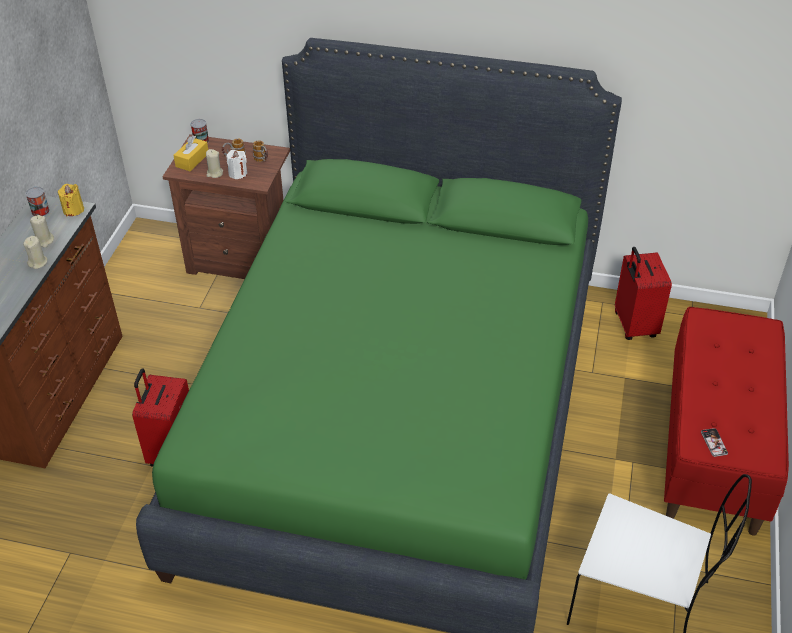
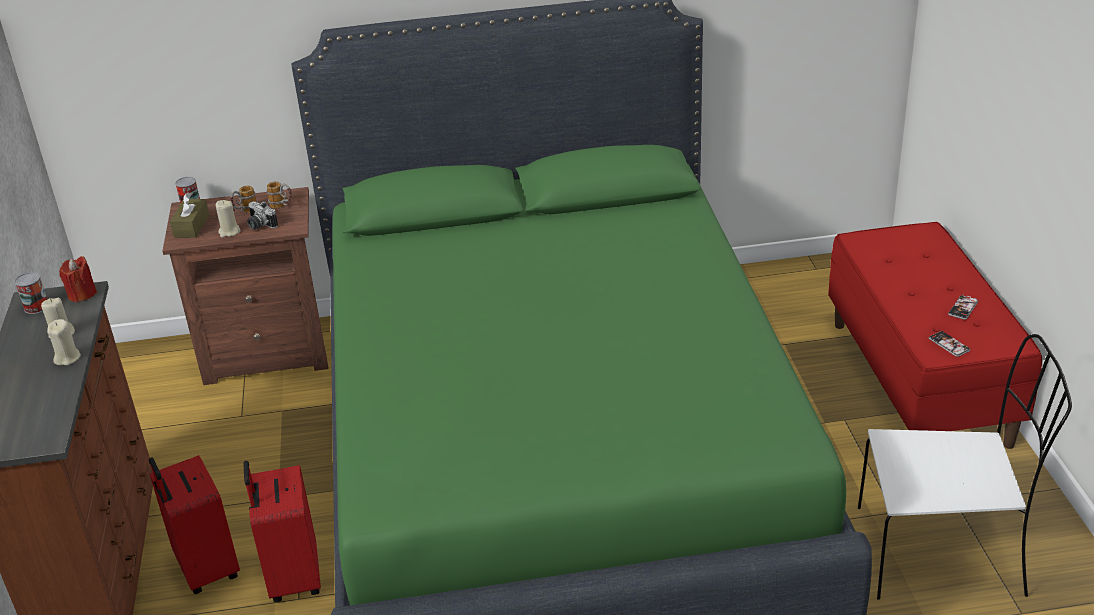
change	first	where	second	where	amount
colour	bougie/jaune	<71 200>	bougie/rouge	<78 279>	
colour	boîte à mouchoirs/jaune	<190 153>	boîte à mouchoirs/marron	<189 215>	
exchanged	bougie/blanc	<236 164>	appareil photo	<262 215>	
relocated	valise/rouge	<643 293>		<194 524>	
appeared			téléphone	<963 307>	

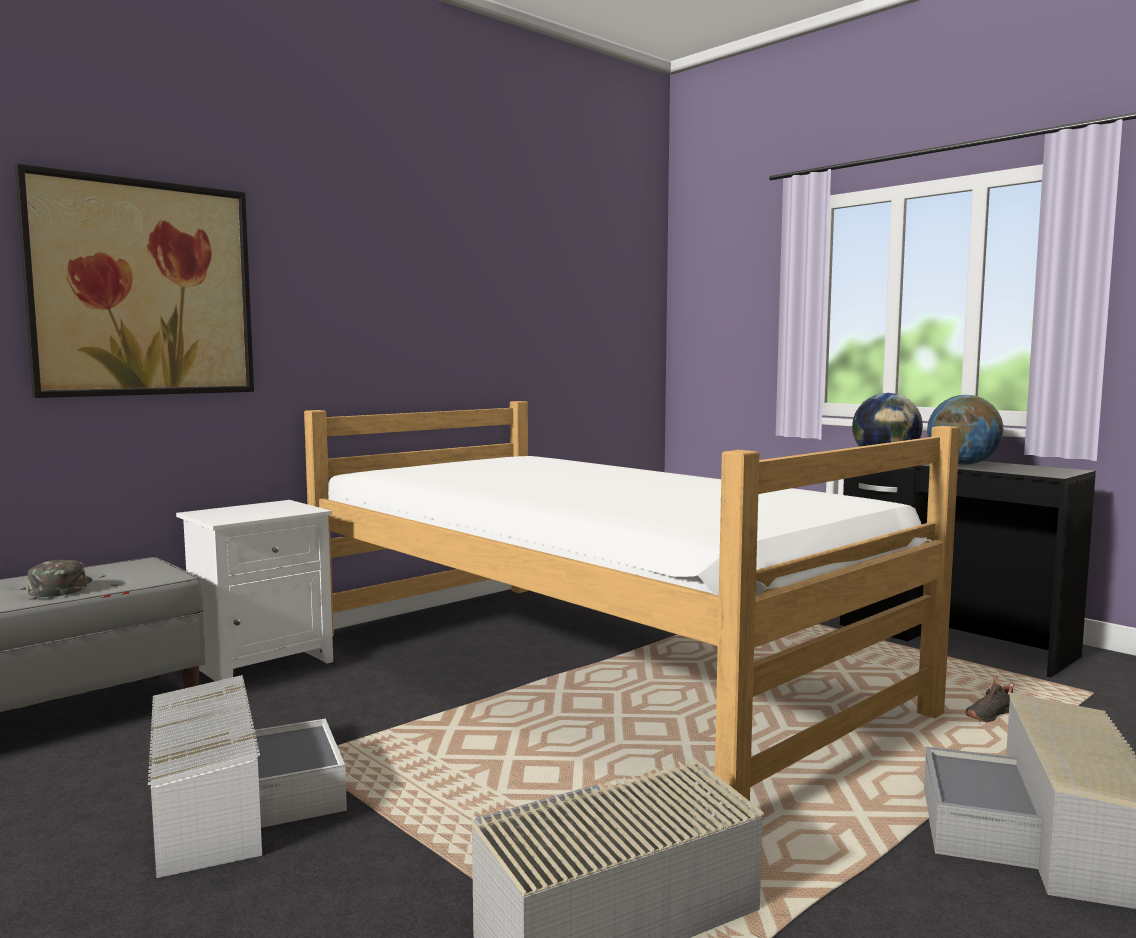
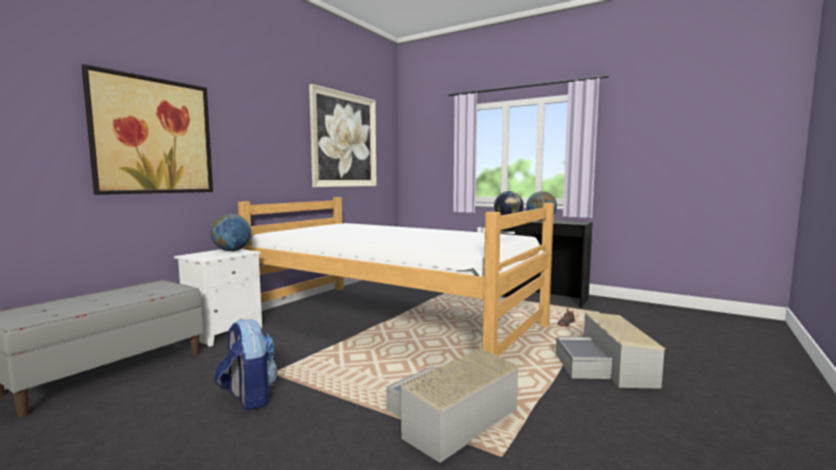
change	first	where	second	where	amount
missing	casquette/vert	<60 578>			
exchanged	boîte de rangement/blanc	<247 776>	sac à dos	<245 364>	
appeared			globe	<230 232>	
appeared			tableau	<342 135>	

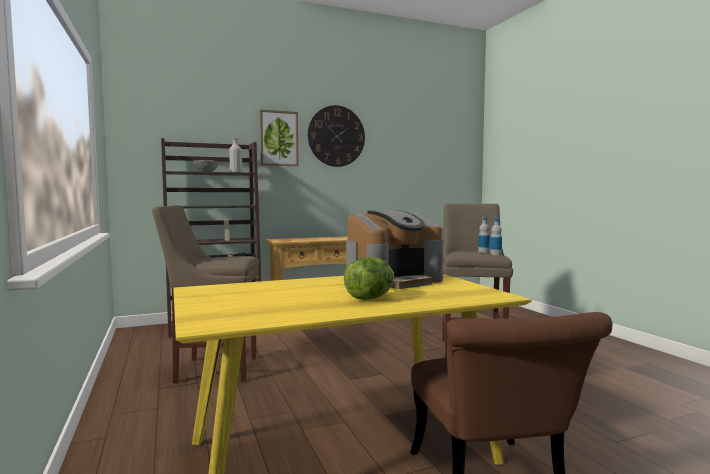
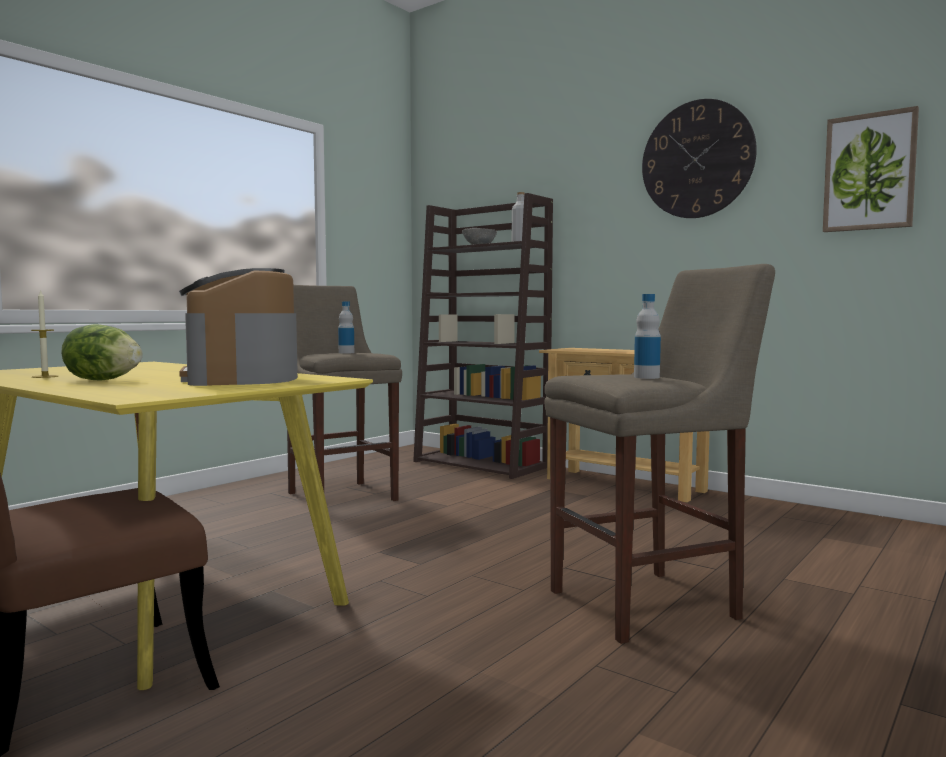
change	first	where	second	where	amount
relocated	tableau	<279 137>		<871 169>	
spun	machine à café	<395 249>		<238 327>	45 degrees clockwise
relocated	bouteille	<496 236>		<346 327>	
appeared			bougie	<44 334>	

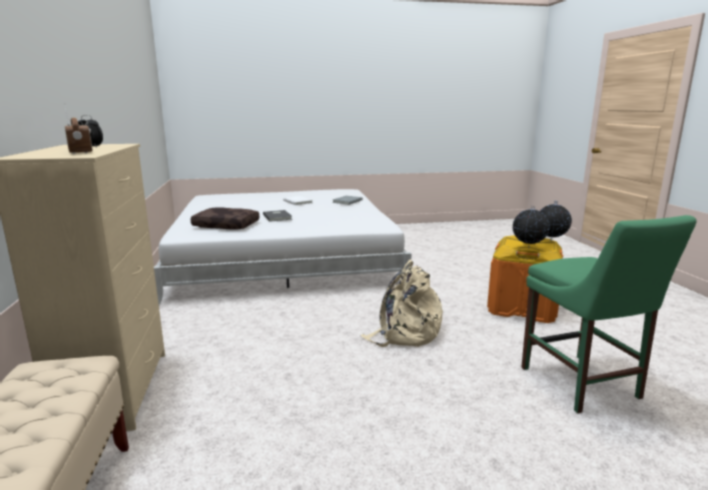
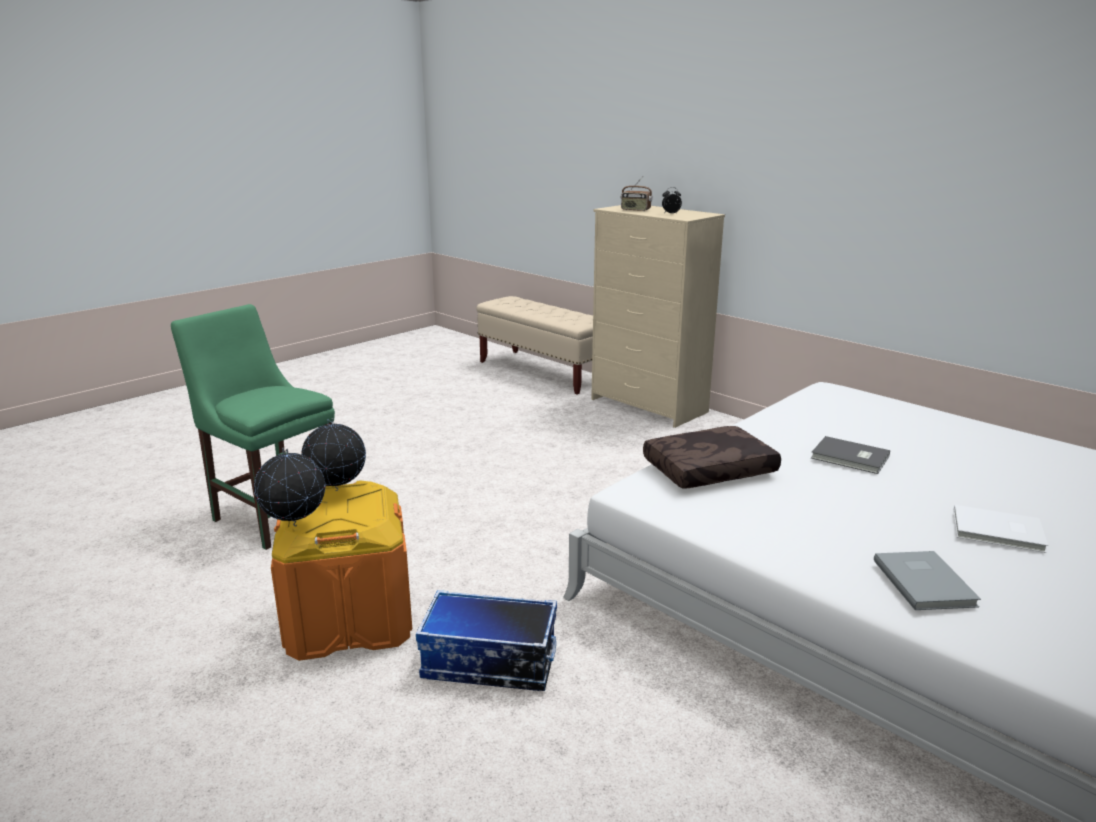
change	first	where	second	where	amount
relocated	coussin/marron	<225 218>		<712 457>	
missing	sac à dos/beige	<401 303>			
appeared			boîte de rangement	<486 640>	

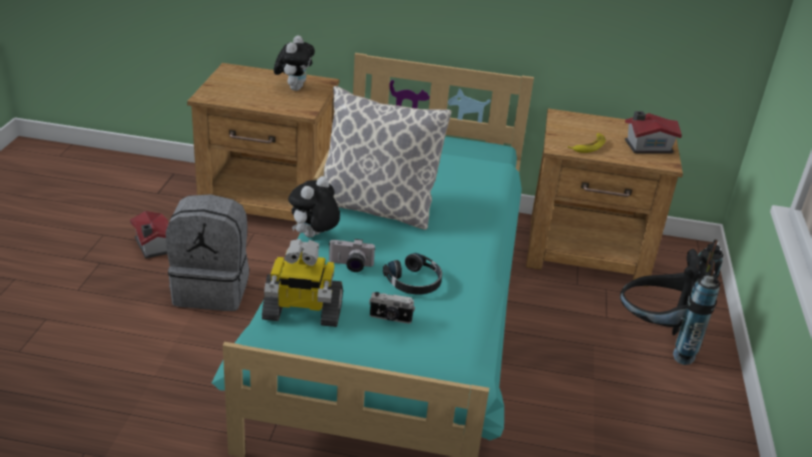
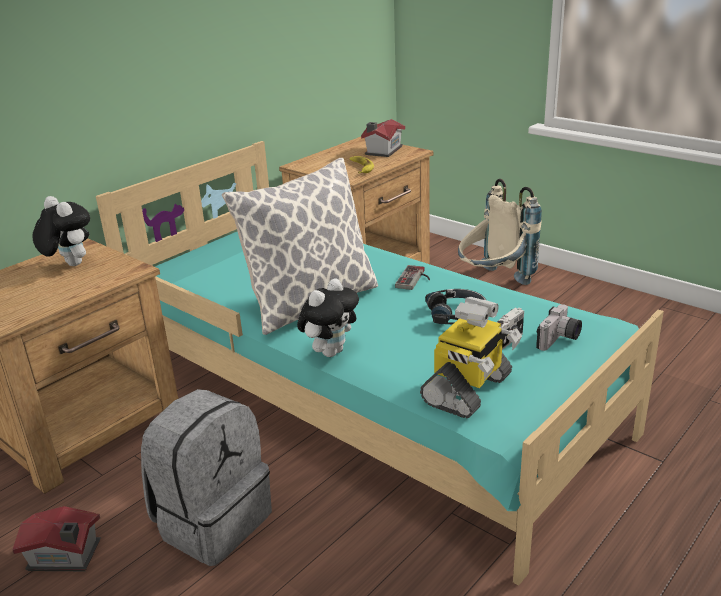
change	first	where	second	where	amount
spun	peluche	<314 207>		<328 317>	120 degrees counterclockwise
relocated	appareil photo	<352 255>		<559 327>	
colour	sac à dos/noir	<671 302>	sac à dos/beige	<500 232>	
appeared			manette	<412 277>	

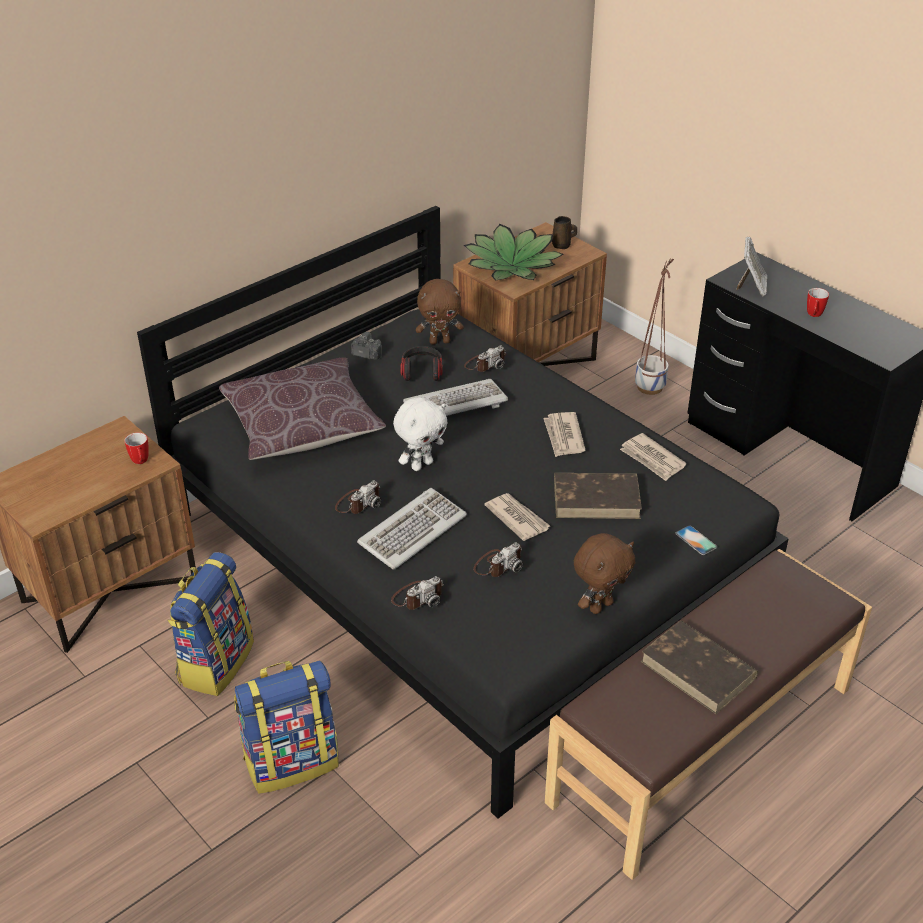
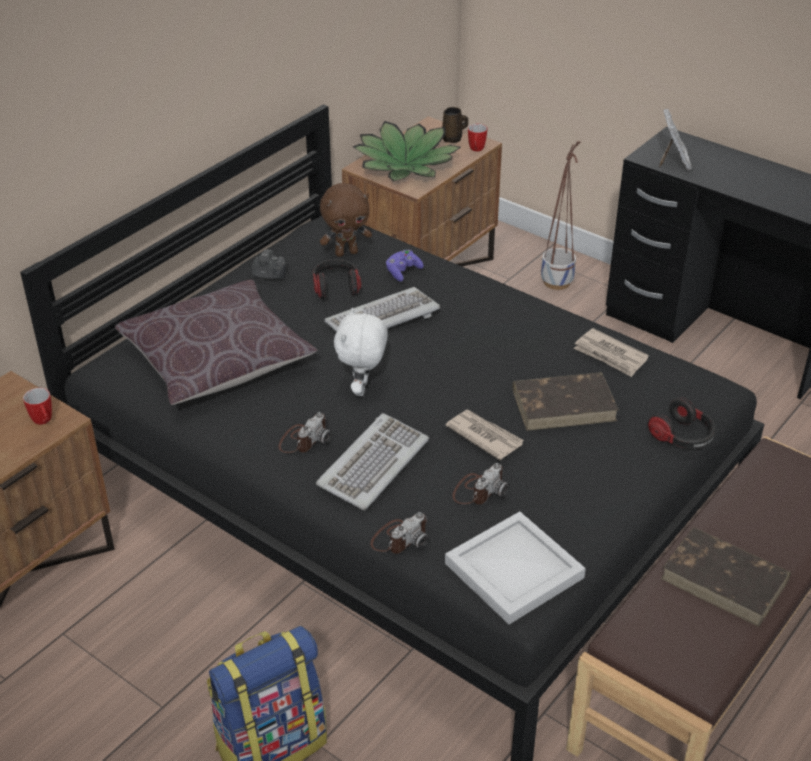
change	first	where	second	where	amount
missing	sac à dos	<211 624>			
spun	peluche/blanc	<420 434>		<361 351>	150 degrees clockwise
exchanged	appareil photo	<485 358>	manette/violet	<405 266>	
missing	journal	<564 434>			
missing	peluche/marron	<605 573>			
exchanged	téléphone	<696 540>	casque audio	<682 423>	
relocated	mug	<818 302>		<477 138>	
appeared			plateau/blanc	<515 567>	

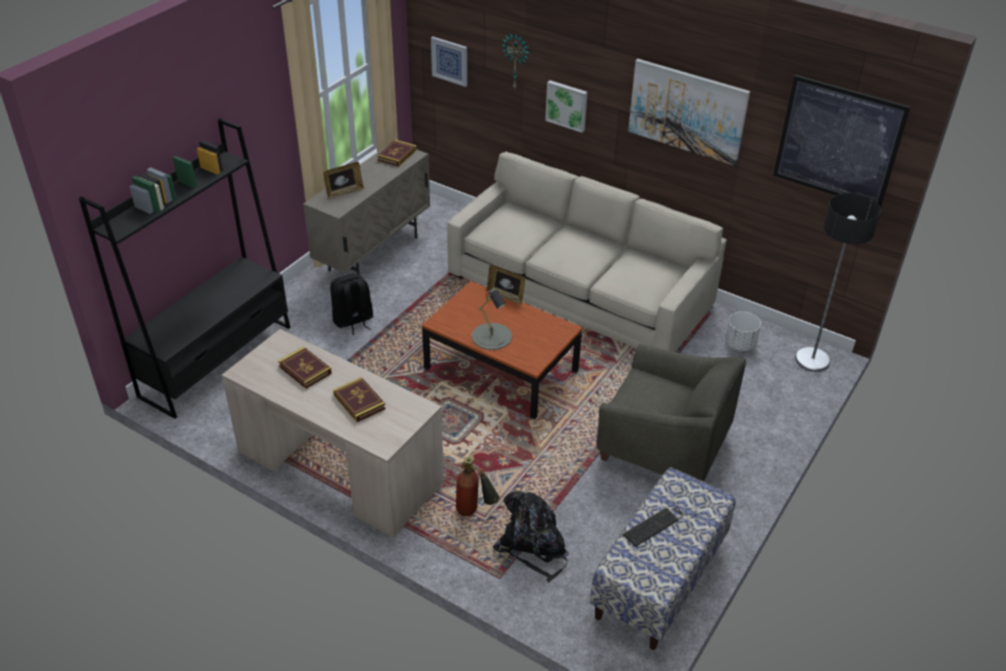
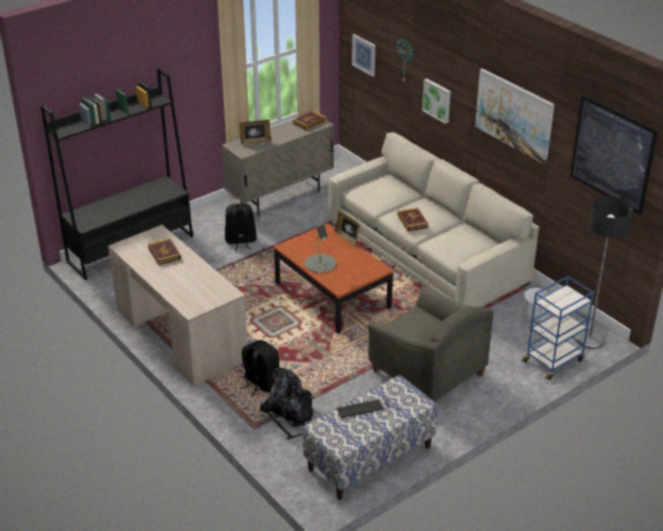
change	first	where	second	where	amount
relocated	livre	<359 399>		<412 219>	
exchanged	extincteur	<478 486>	sac à dos/noir	<260 368>	
appeared			chariot/bleu	<557 328>	

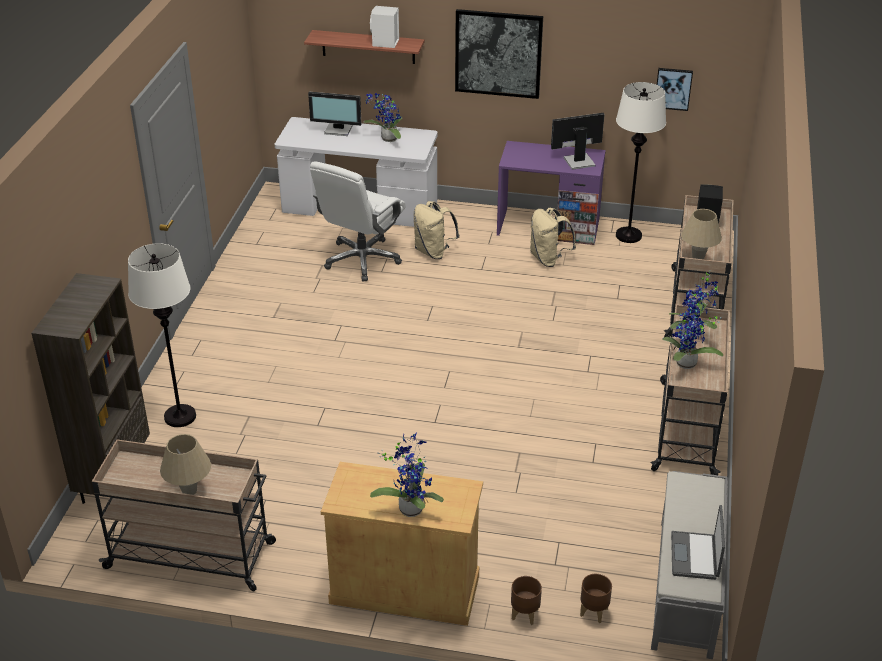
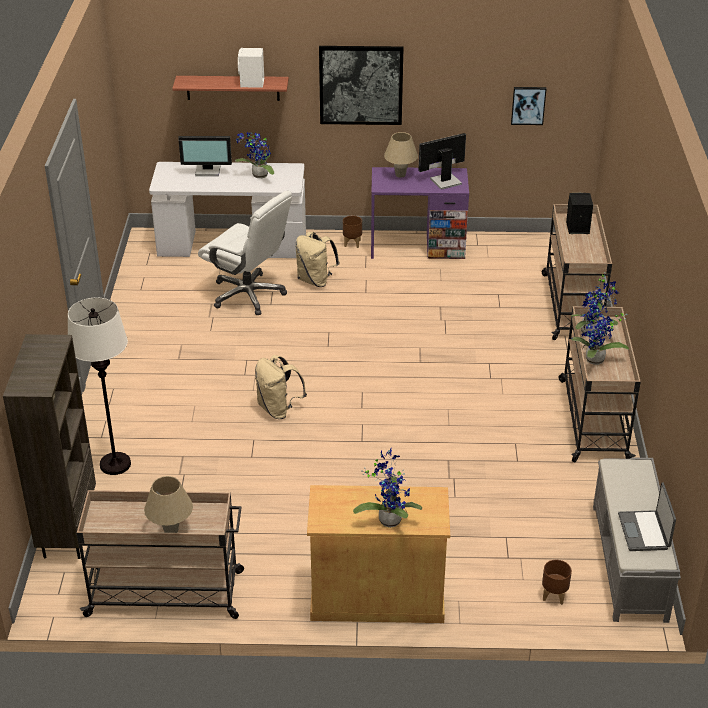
change	first	where	second	where	amount
spun	chaise de bureau/blanc	<358 221>		<245 253>	75 degrees counterclockwise
relocated	cache-pot/marron	<526 600>		<352 232>	
relocated	sac à dos/beige	<553 237>		<281 387>	
missing	lampadaire/blanc	<641 162>			
relocated	lampe de table/beige	<701 234>		<401 155>	

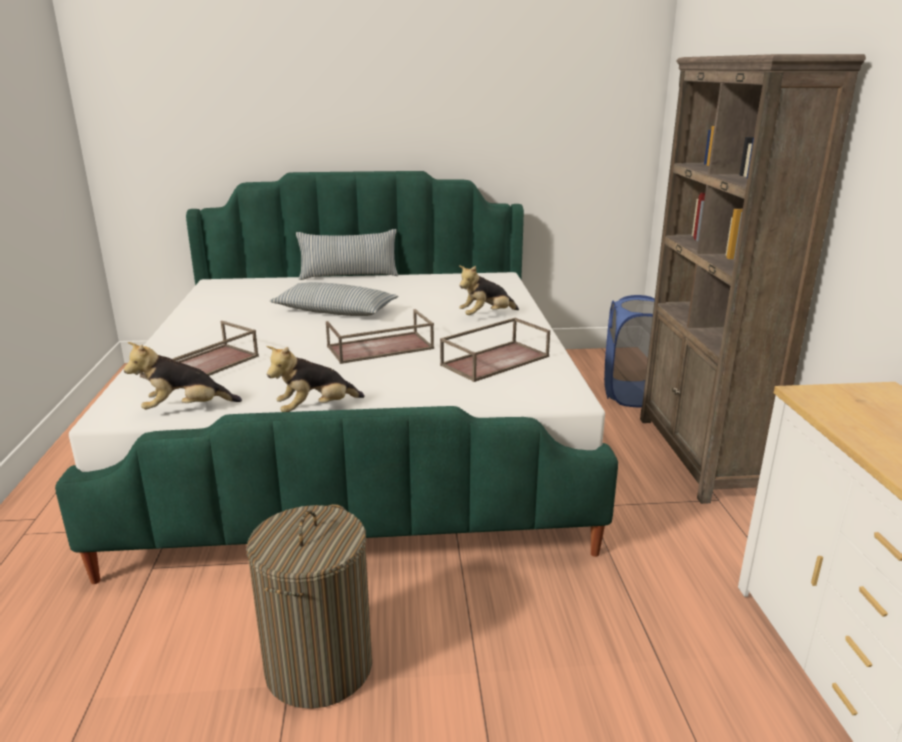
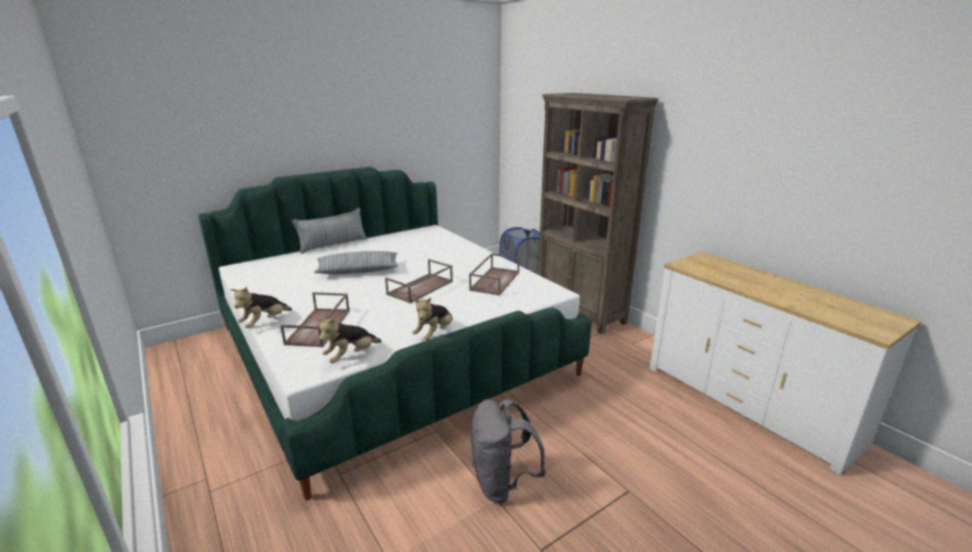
change	first	where	second	where	amount
exchanged	panier à linge	<309 606>	sac à dos/gris	<508 451>	
relocated	peluche	<489 290>		<261 307>	

